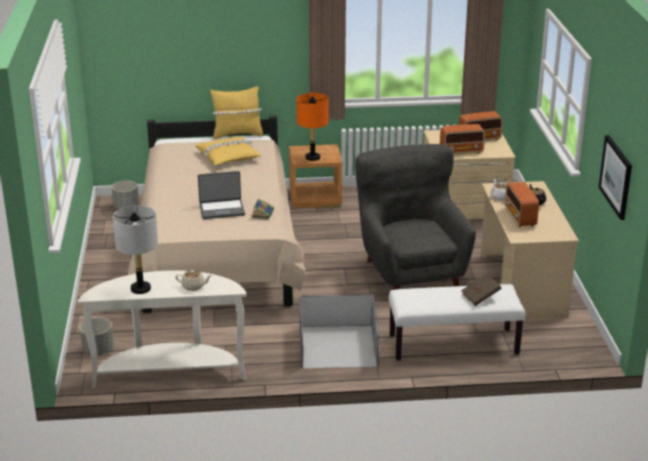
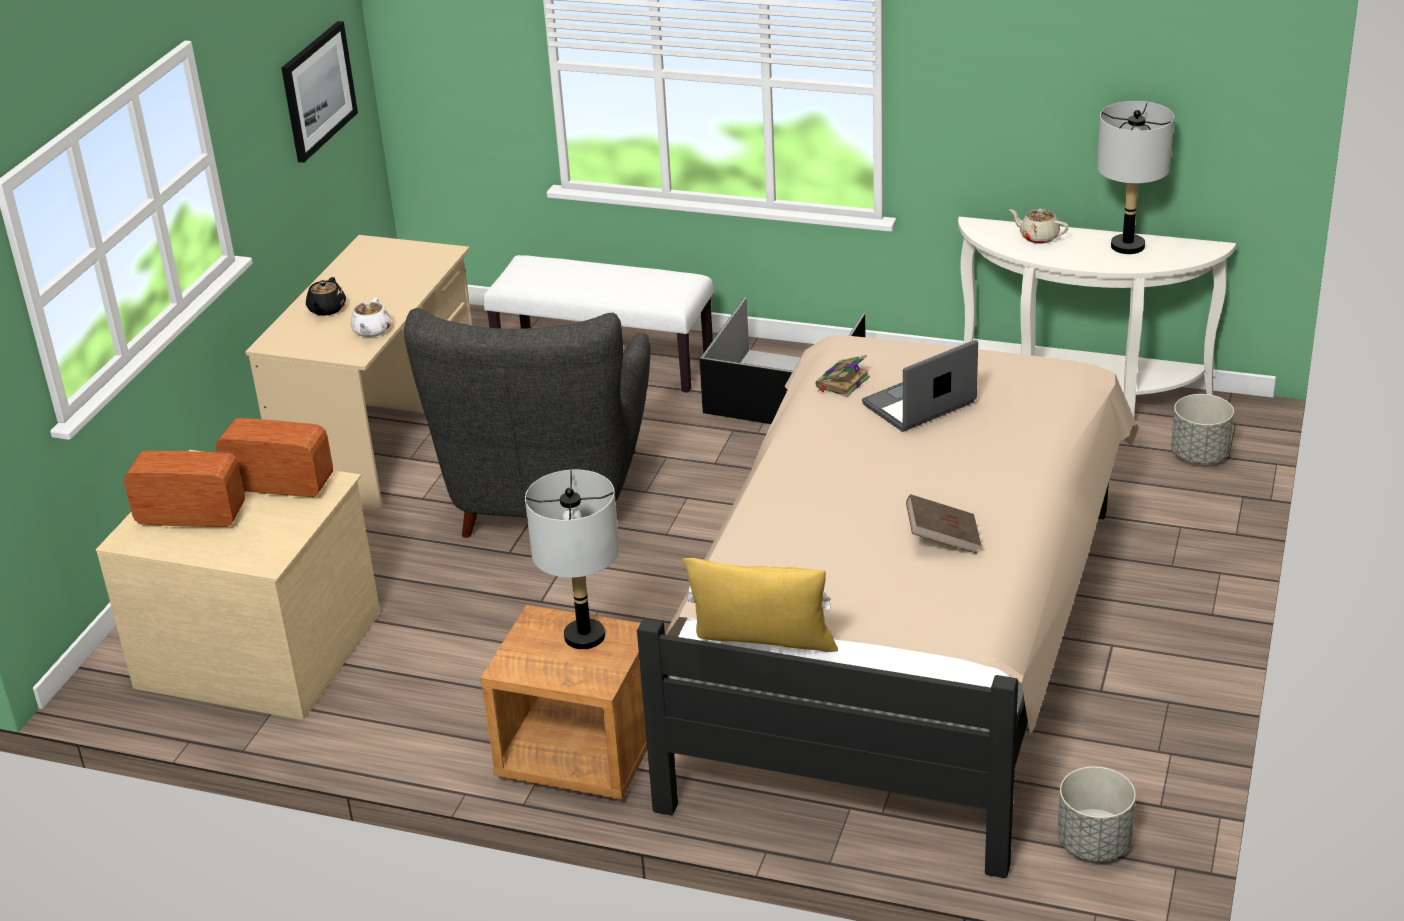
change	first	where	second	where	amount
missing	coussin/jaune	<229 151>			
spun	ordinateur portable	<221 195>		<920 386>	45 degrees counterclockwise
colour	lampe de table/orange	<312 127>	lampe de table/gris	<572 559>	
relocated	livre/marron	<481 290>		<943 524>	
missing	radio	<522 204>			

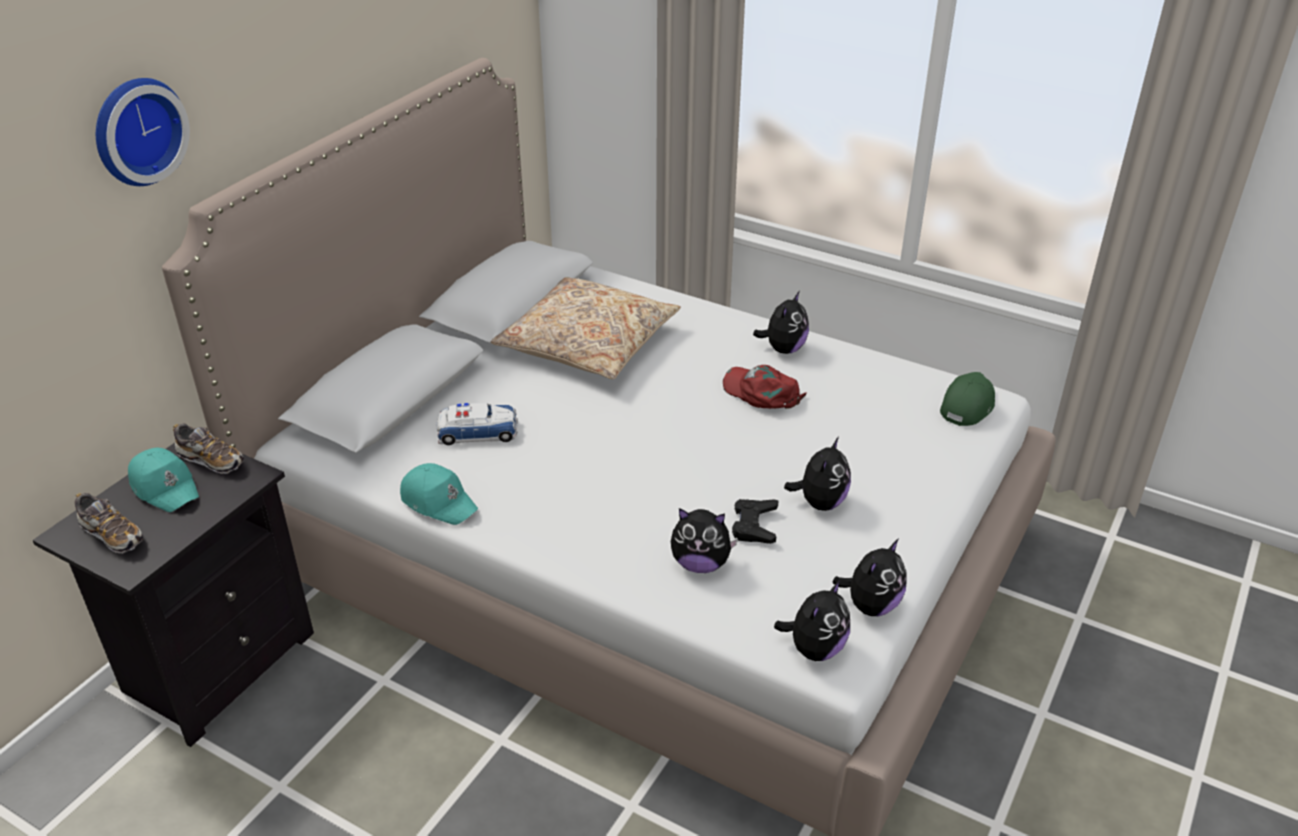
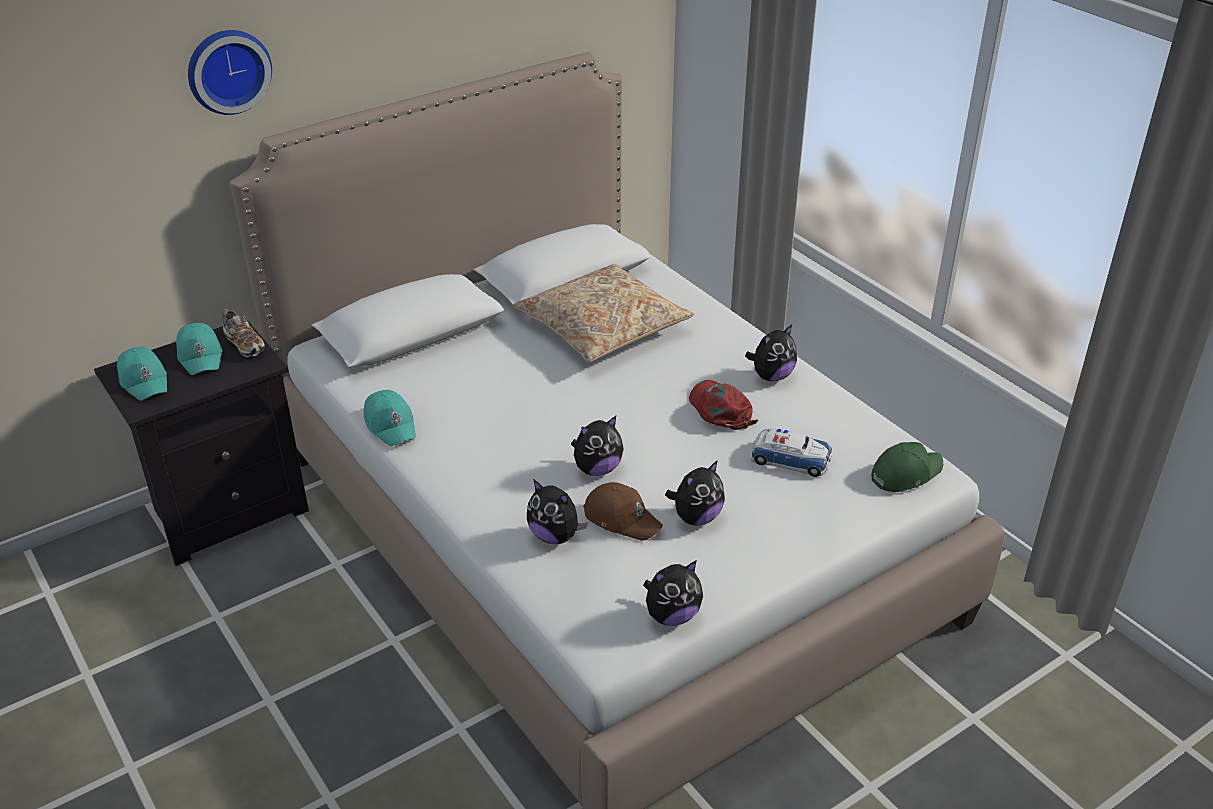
change	first	where	second	where	amount
exchanged	chaussure	<109 523>	casquette/turquoise	<142 374>	
relocated	petite voiture	<477 424>		<791 453>	
exchanged	manette/noir	<755 521>	casquette/marron	<623 511>	
relocated	peluche	<812 620>		<597 446>	

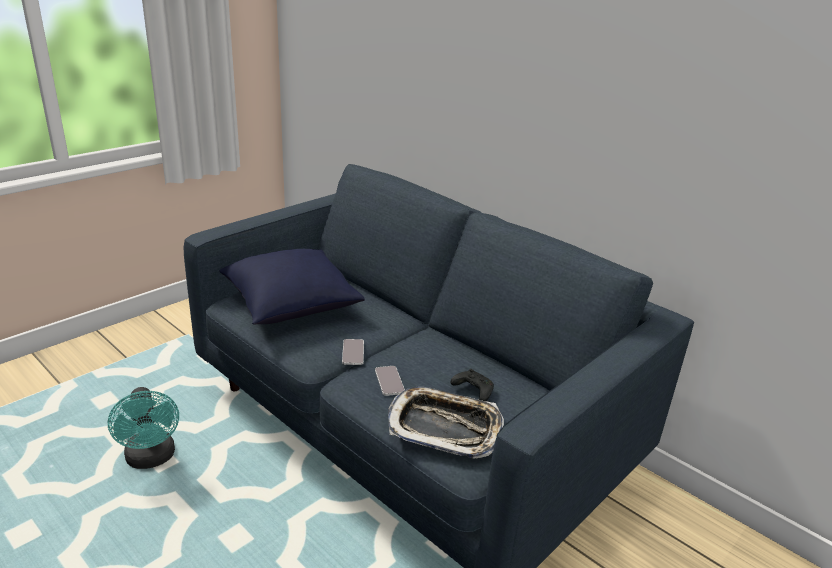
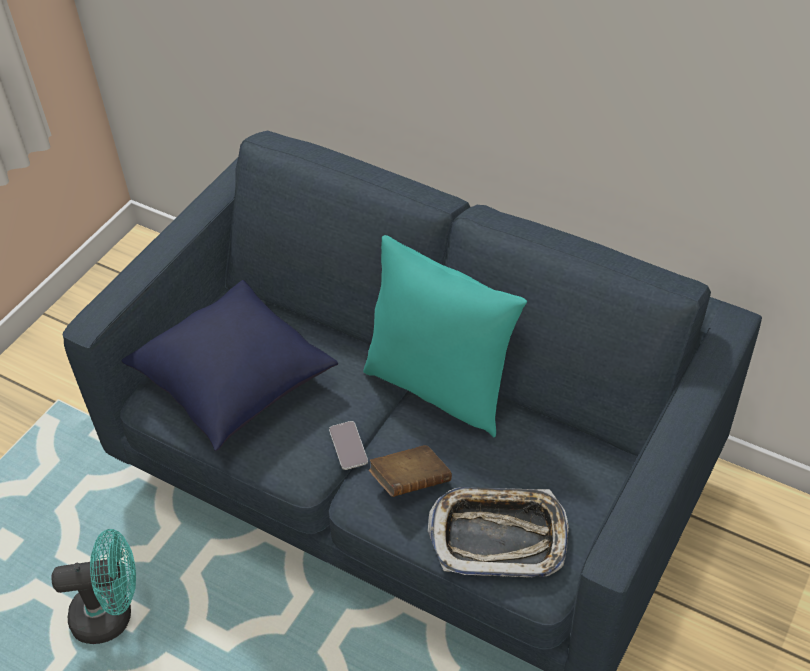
change	first	where	second	where	amount
spun	ventilateur/turquoise	<143 428>		<94 586>	60 degrees counterclockwise
exchanged	téléphone	<390 381>	livre/marron	<410 471>	
missing	manette/noir	<472 385>			
appeared			coussin/turquoise	<445 336>	

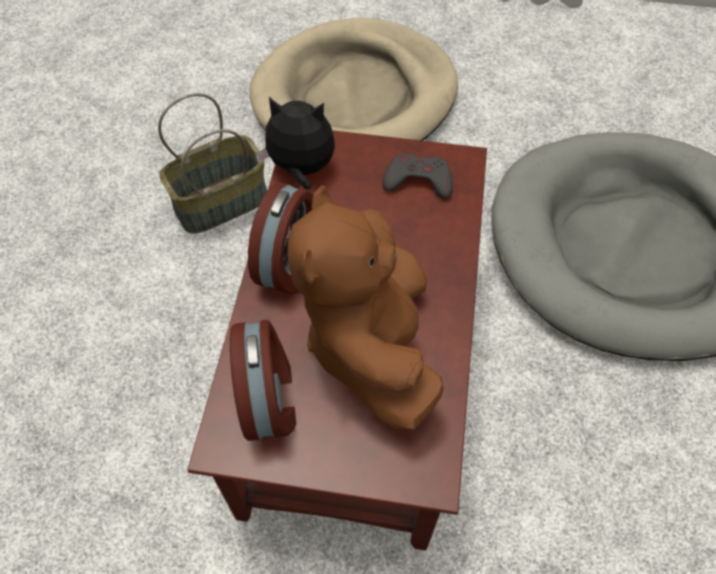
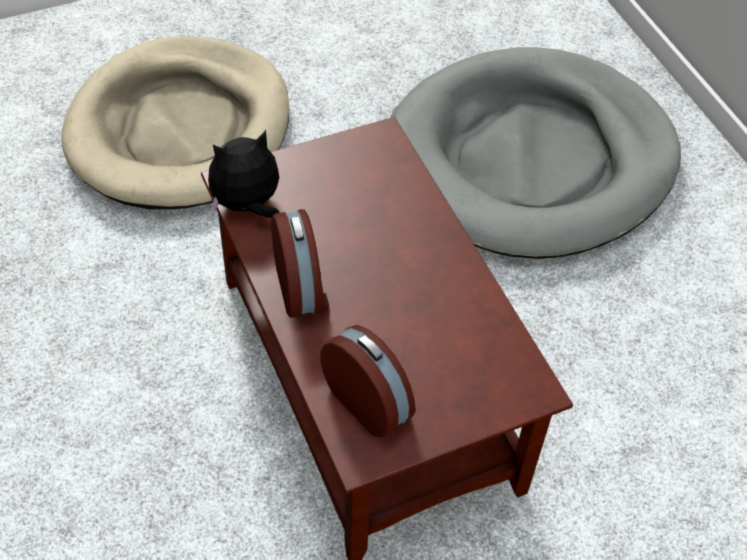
change	first	where	second	where	amount
missing	panier	<212 163>			
missing	peluche/marron	<365 307>			
missing	manette/gris	<417 176>			

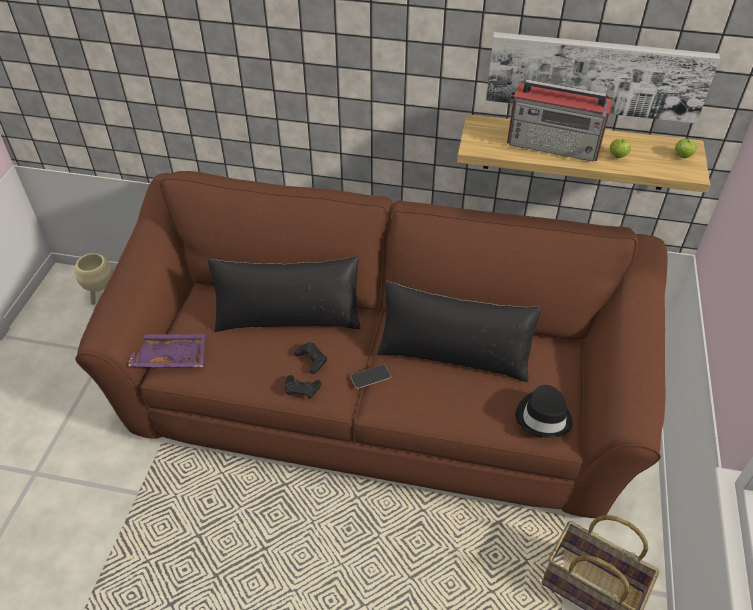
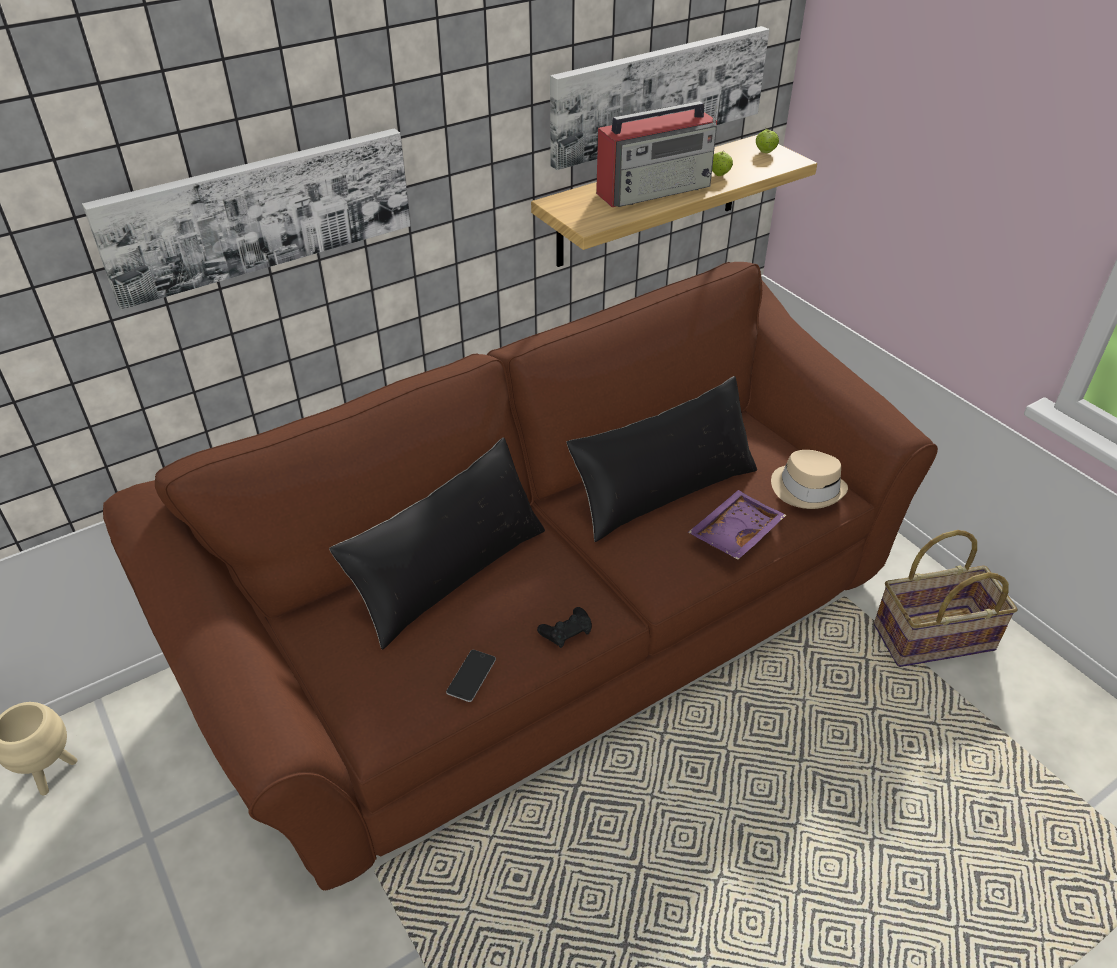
change	first	where	second	where	amount
relocated	plateau/violet	<166 351>		<737 525>	
missing	manette/noir	<310 358>			
relocated	téléphone	<370 376>		<471 676>	
colour	chapeau/noir	<544 411>	chapeau/beige	<809 479>	
appeared			tableau	<246 219>	

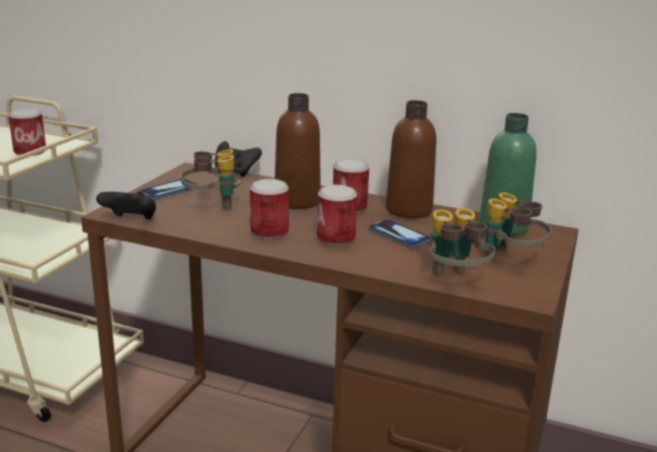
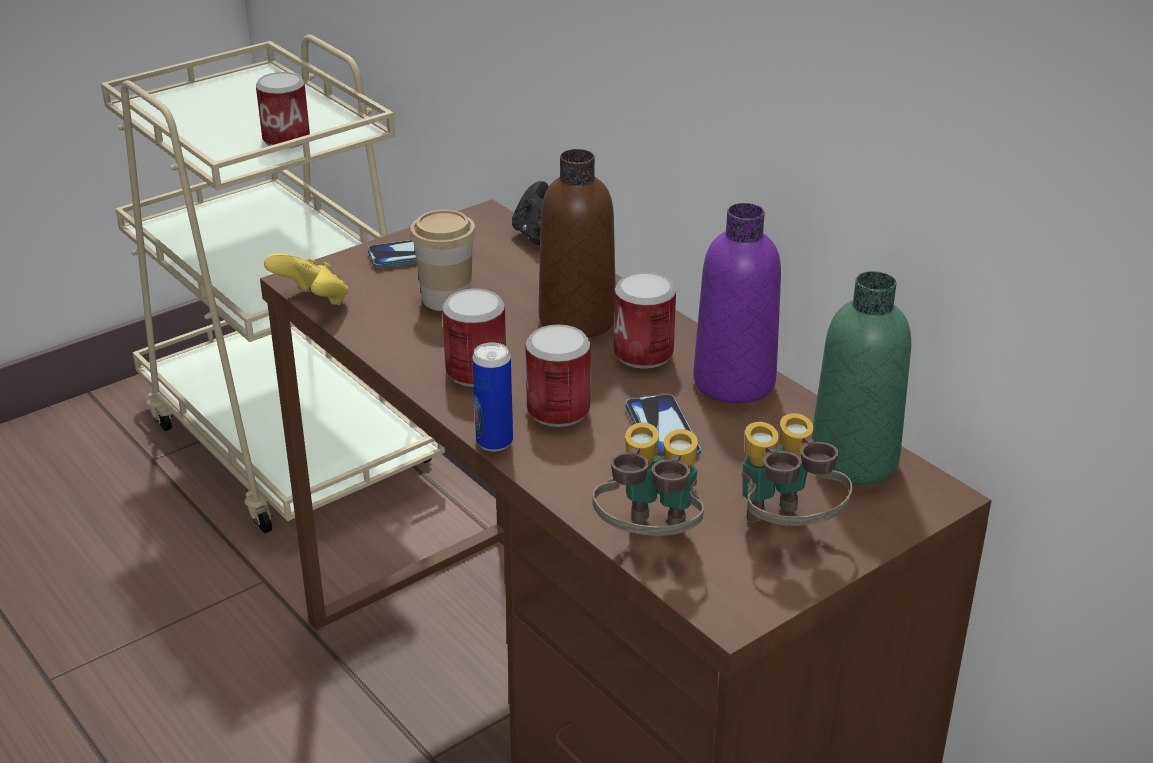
change	first	where	second	where	amount
colour	manette/noir	<126 206>	manette/jaune	<306 279>	
exchanged	jumelles	<211 179>	tasse	<443 260>	
colour	bouteille/marron	<411 159>	bouteille/violet	<737 303>	
appeared			boîte métallique	<492 396>	

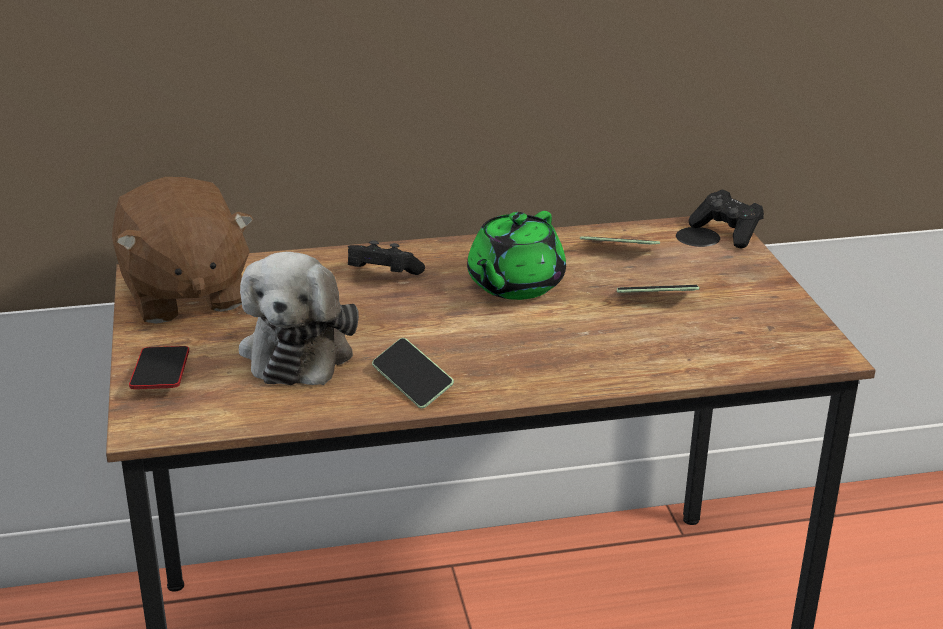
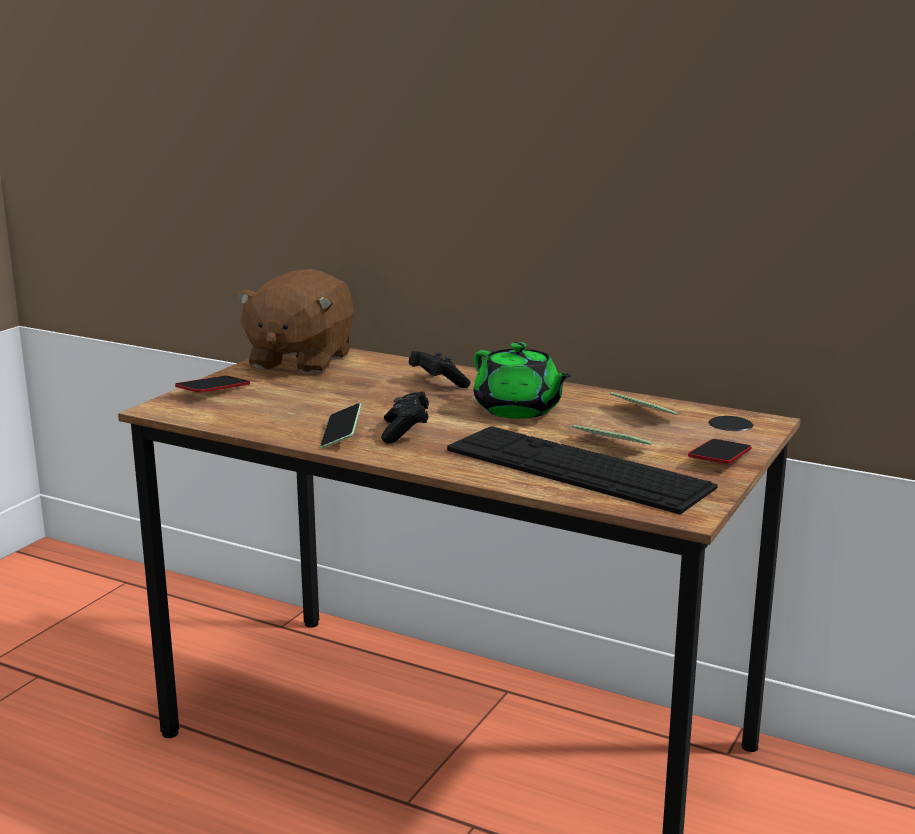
change	first	where	second	where	amount
missing	peluche	<299 318>			
spun	théière/vert	<516 255>		<522 380>	105 degrees counterclockwise
relocated	manette/noir	<726 219>		<405 417>	
appeared			clavier	<582 470>	
appeared			téléphone	<720 451>	

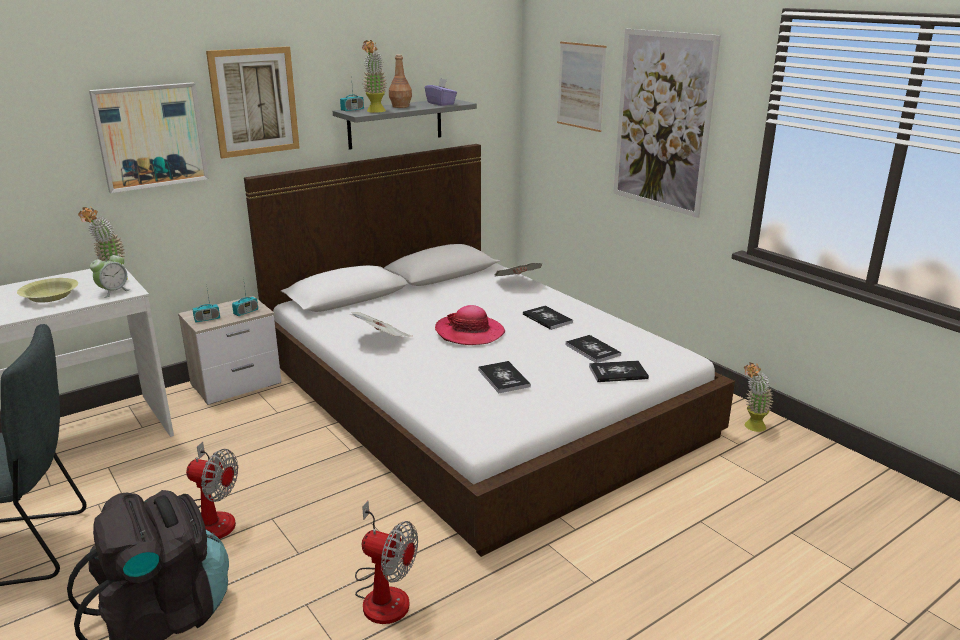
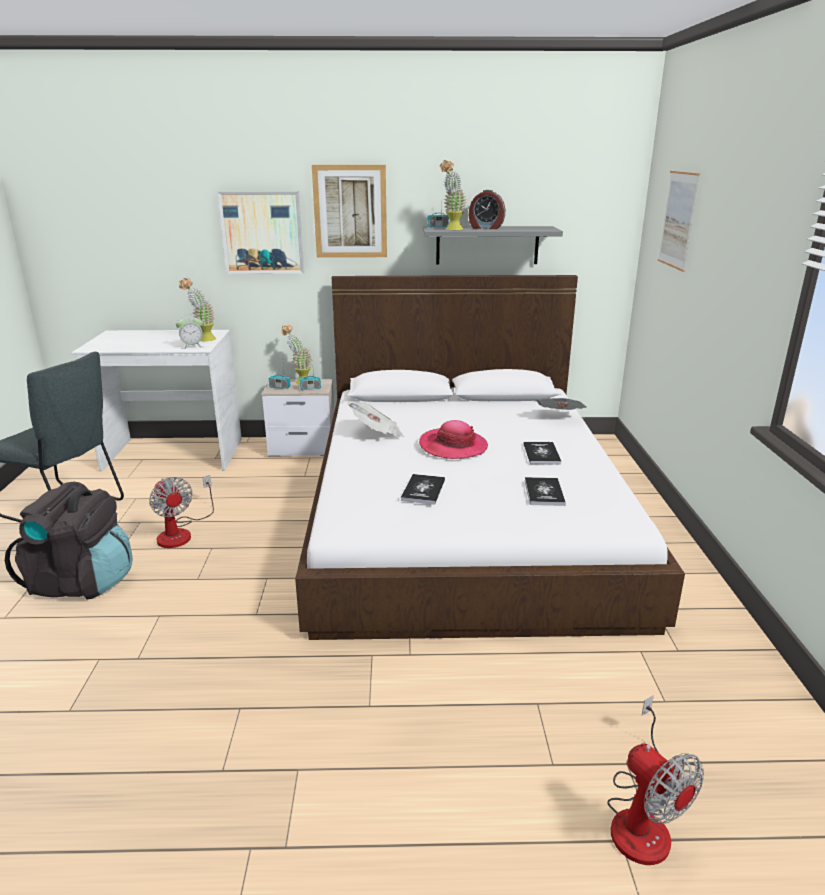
change	first	where	second	where	amount
missing	bol/jaune	<47 290>			
relocated	ventilateur	<386 562>		<655 780>	
exchanged	bouteille/marron	<400 81>	réveil	<487 209>	
missing	boîte à mouchoirs/violet	<441 92>			
missing	livre	<619 371>			
missing	tableau	<667 123>			
relocated	plante en pot	<758 397>		<296 354>	

